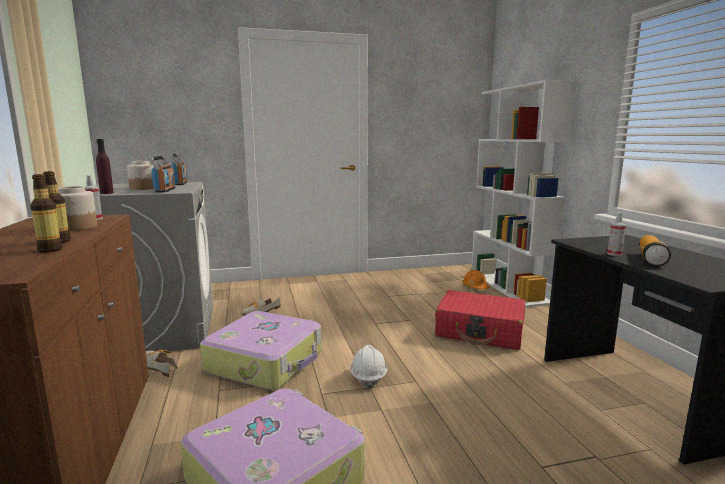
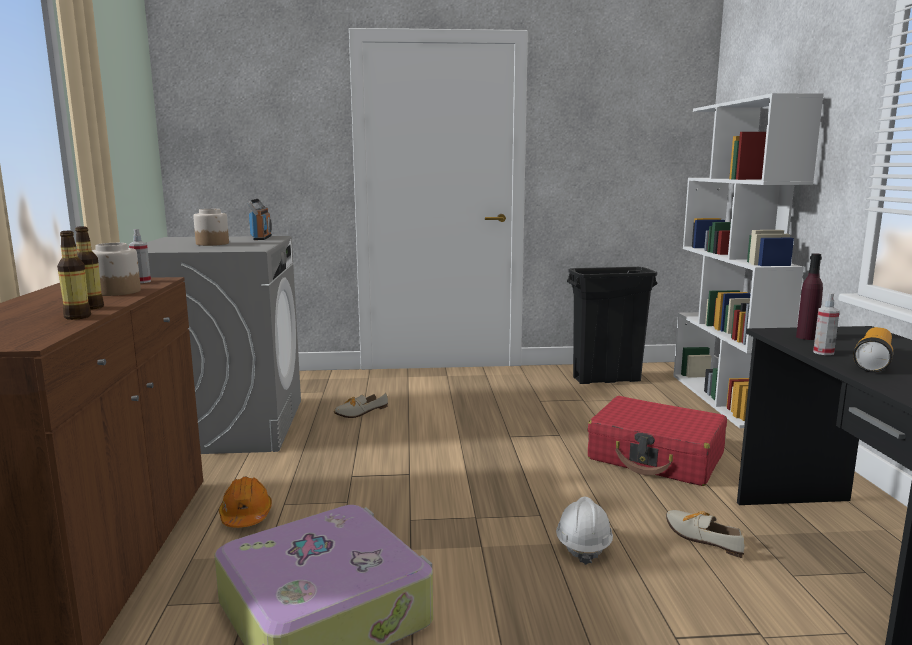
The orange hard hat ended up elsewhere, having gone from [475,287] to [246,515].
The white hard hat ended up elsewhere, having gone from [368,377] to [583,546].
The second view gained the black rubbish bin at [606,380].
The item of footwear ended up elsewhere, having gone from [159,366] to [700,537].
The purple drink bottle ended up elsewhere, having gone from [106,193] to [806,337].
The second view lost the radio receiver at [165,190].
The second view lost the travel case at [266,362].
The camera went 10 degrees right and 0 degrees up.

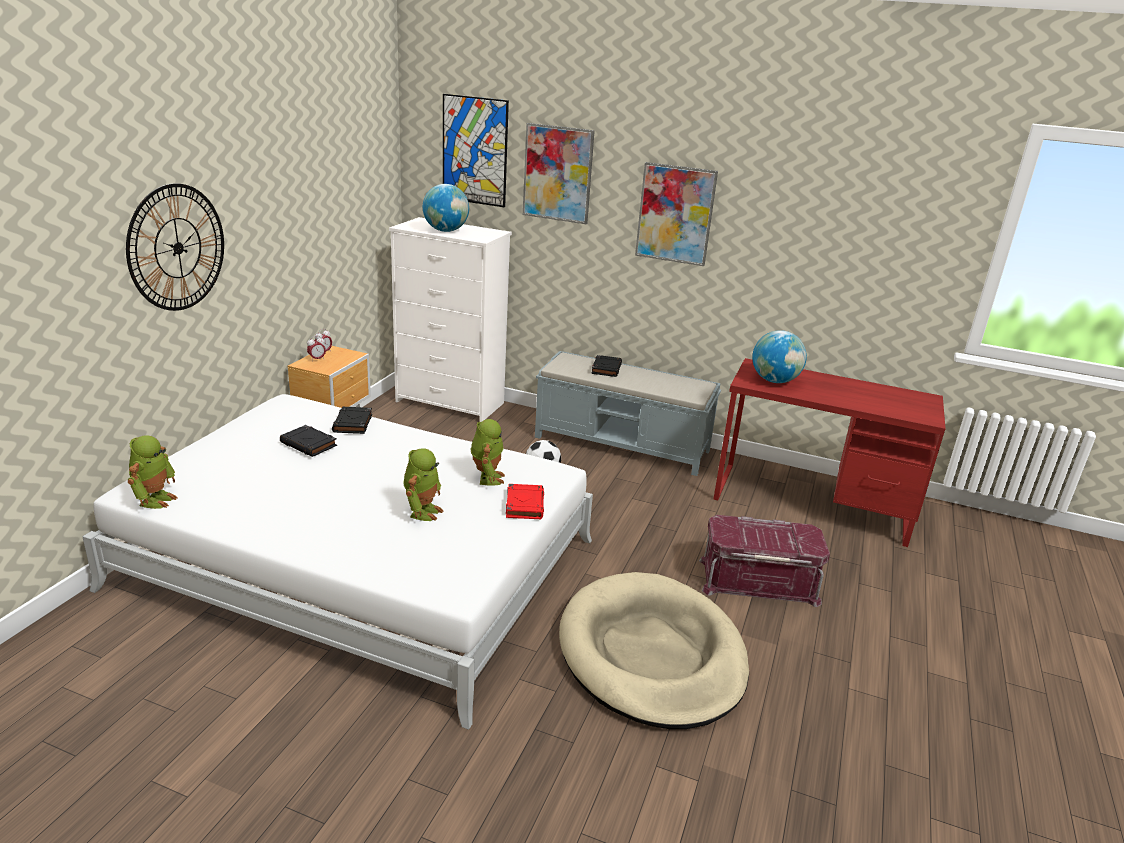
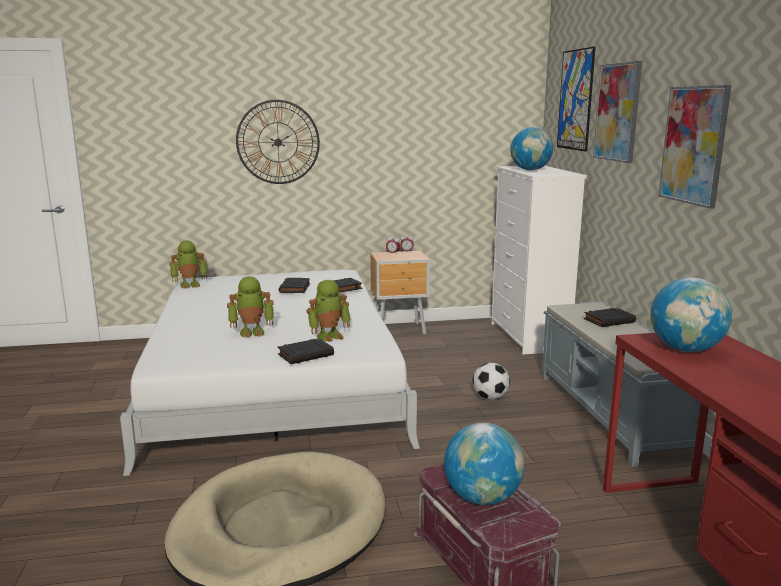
What was the red-coloured volume at [524,505] turned into the black volume at [306,355].
The second view gained the world globe at [482,498].
The camera went 60 degrees right and 10 degrees down.

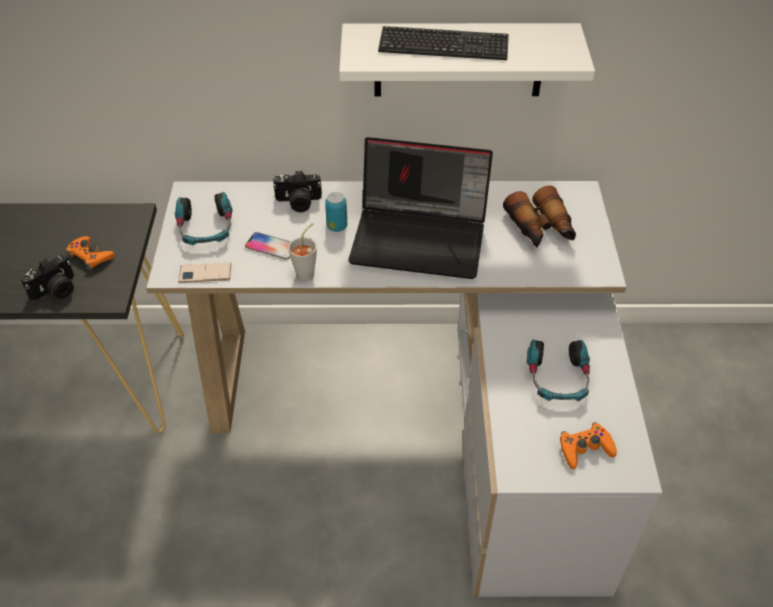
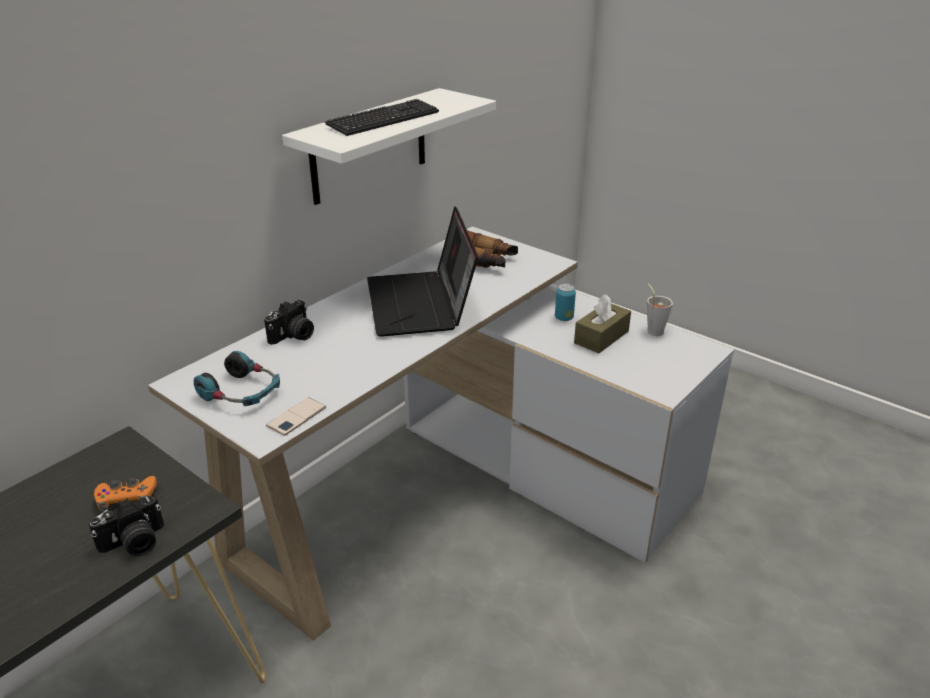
The still camera at [56,291] ended up facing another way, 60 degrees clockwise from before.
The portable computer at [421,237] ended up facing another way, 120 degrees clockwise from before.
The metal can ended up elsewhere, having gone from [337,226] to [564,318].
Where the headset stood at [557,378], the brown tissue holder came to stand at [601,337].
The greyish cup ended up elsewhere, having gone from [308,272] to [653,330].
The second view lost the telephone at [271,246].
The second view lost the orange gamepad at [585,449].
The camera went 50 degrees left and 15 degrees down.

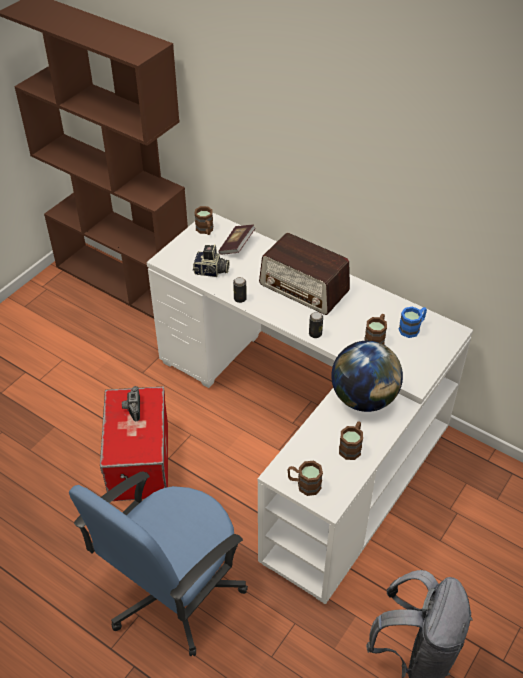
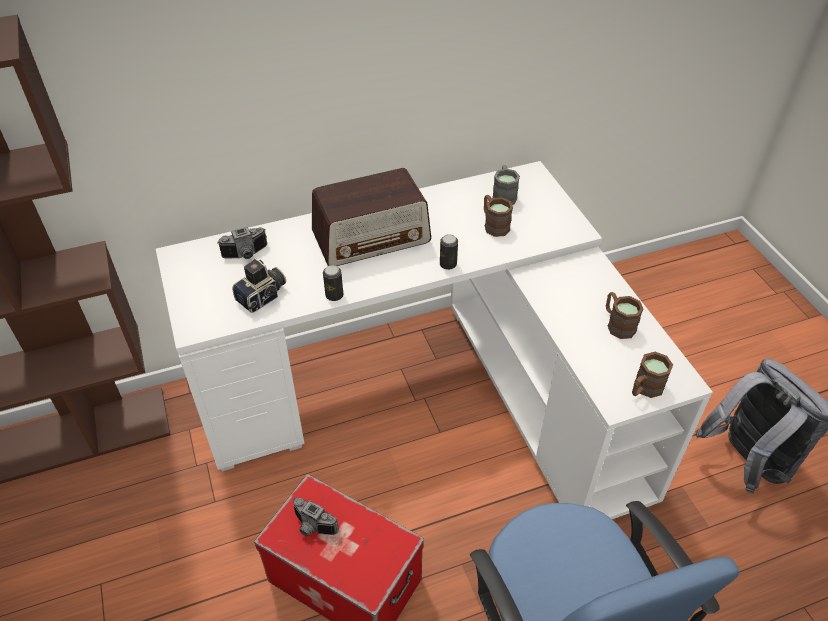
Where the volume stood at [237,246], the still camera came to stand at [246,255].
What was the blue-coloured tea mug at [412,328] turned into the greyish tea mug at [504,195].
The second view lost the brown tea mug at [205,230].
The second view lost the world globe at [363,398].
The camera went 55 degrees left and 0 degrees up.

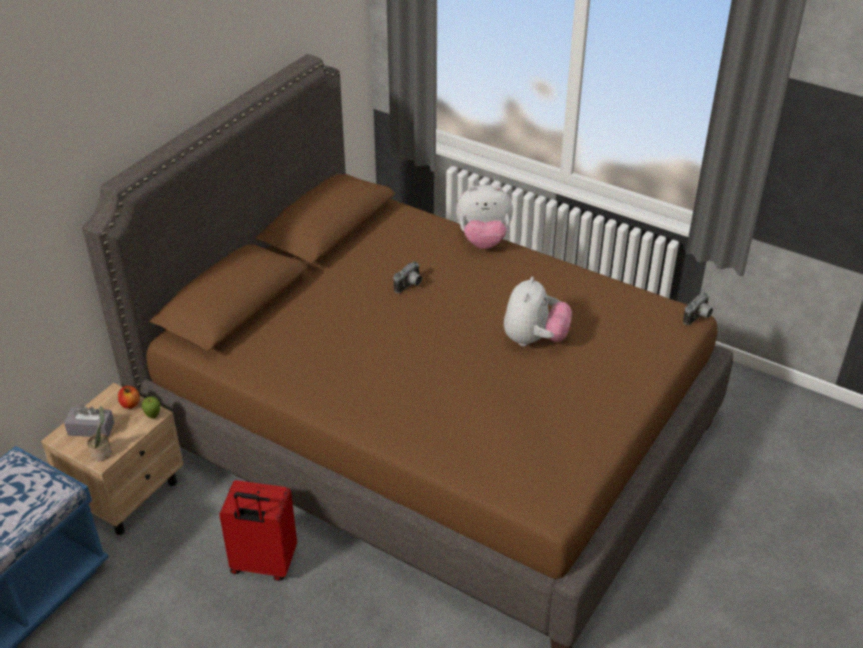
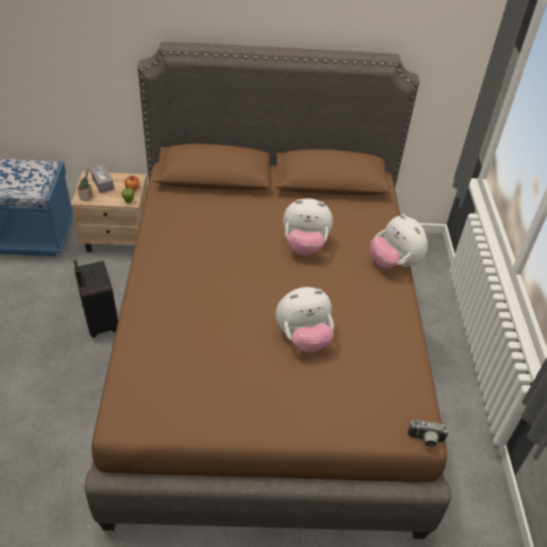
What was the red-coloured travel case at [263,564] turned into the black travel case at [100,323].
Where the still camera stood at [410,286], the cuddly toy came to stand at [305,245].
The camera went 55 degrees right and 5 degrees up.

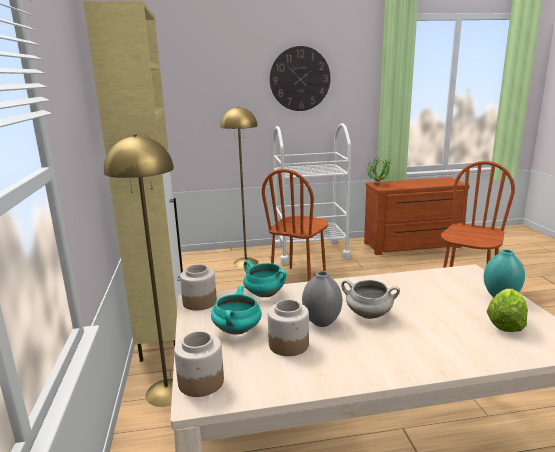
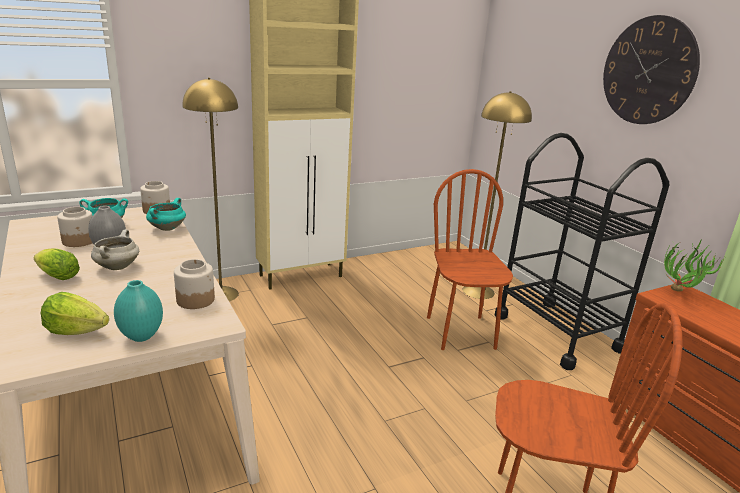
The second view gained the lettuce head at [56,276].
The preserve jar ended up elsewhere, having gone from [200,382] to [195,300].
The brown upright chair at [299,279] ended up facing another way, 75 degrees clockwise from before.
What was the white wheeled cart at [310,252] turned into the black wheeled cart at [557,332].
The camera went 70 degrees right and 5 degrees up.

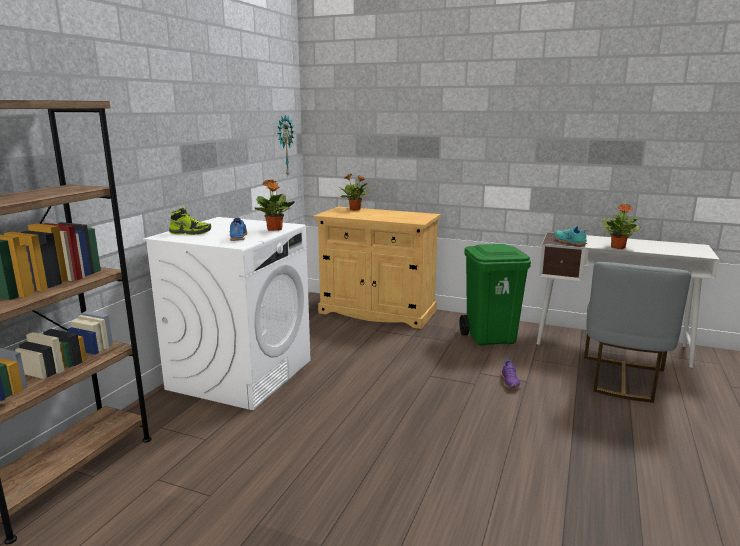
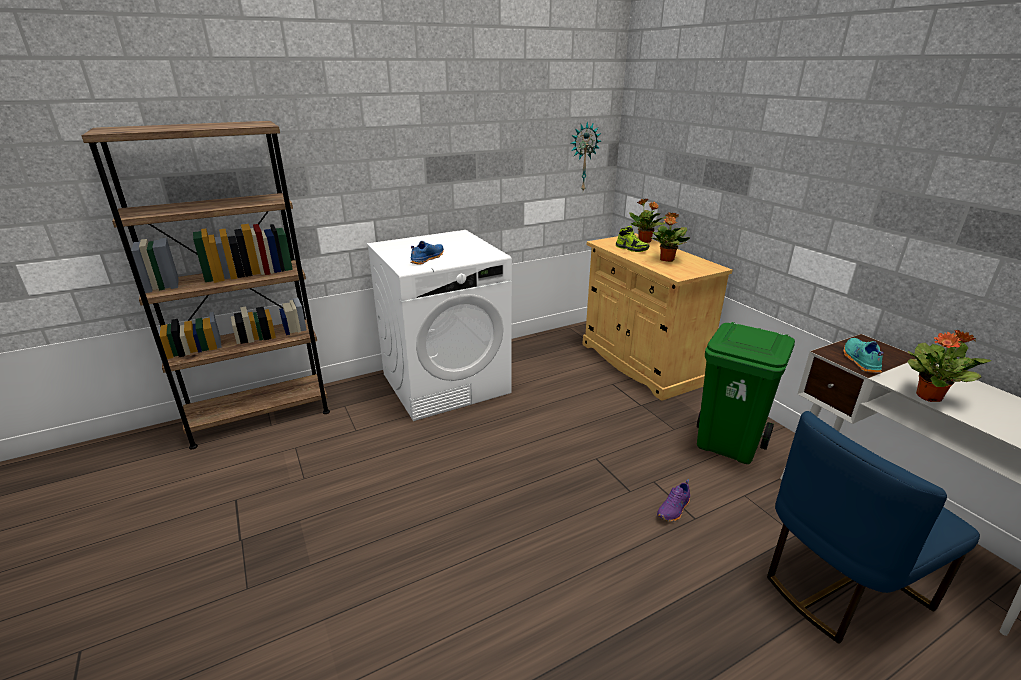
The item of footwear ended up elsewhere, having gone from [190,233] to [631,249].
The plant in a pot ended up elsewhere, having gone from [274,229] to [666,260].
What was the greyish upright chair at [622,379] turned into the blue-coloured upright chair at [838,585].
The camera went 40 degrees right and 10 degrees up.

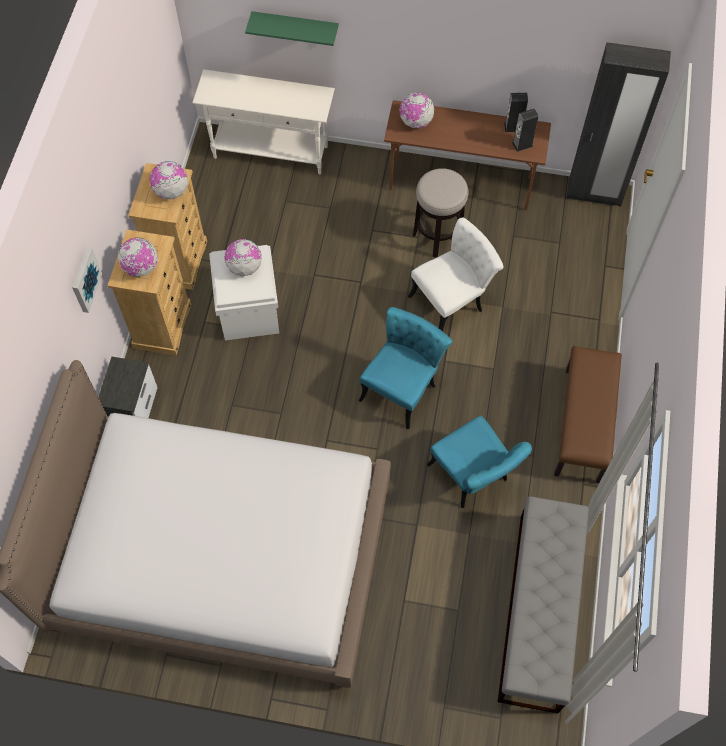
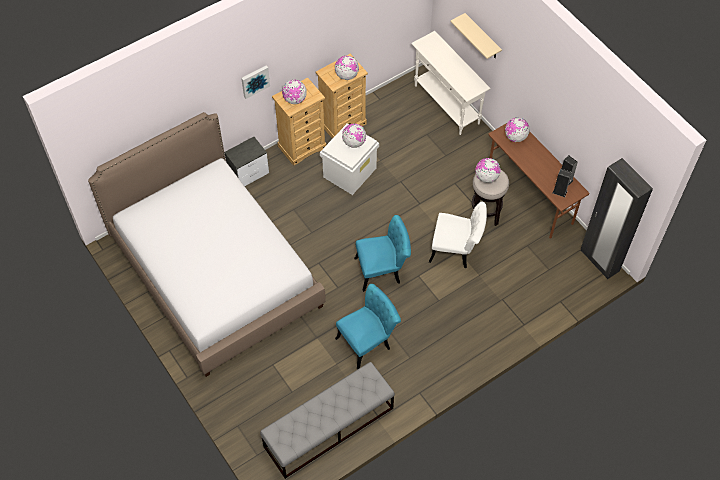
The turquoise-coloured upright chair at [473,478] ended up facing another way, 135 degrees counterclockwise from before.
What was the greenish wall shelf at [295,27] turned into the sand-coloured wall shelf at [482,37].
The second view gained the world globe at [486,177].
The second view lost the brown indoor bench at [583,426].
The camera went 45 degrees right and 5 degrees down.

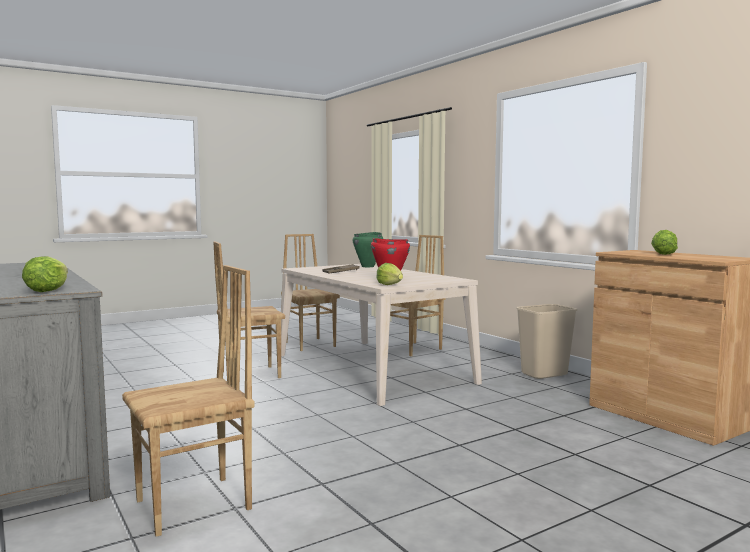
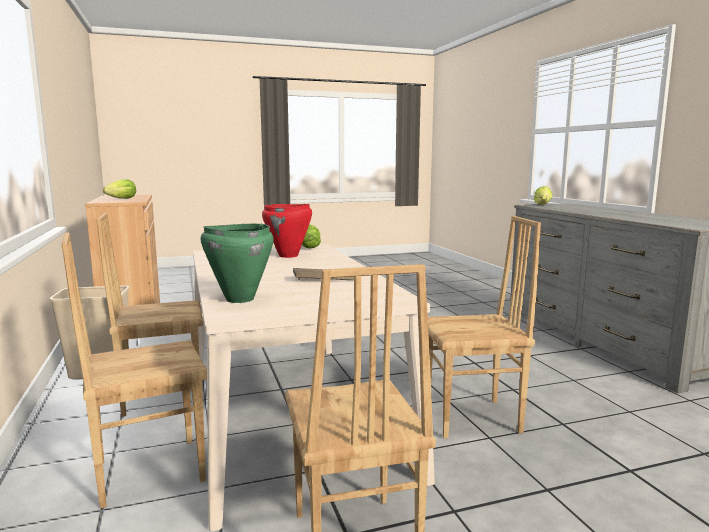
The brown upright chair ended up elsewhere, having gone from [195,505] to [162,396].
The camera went 165 degrees left and 5 degrees up.

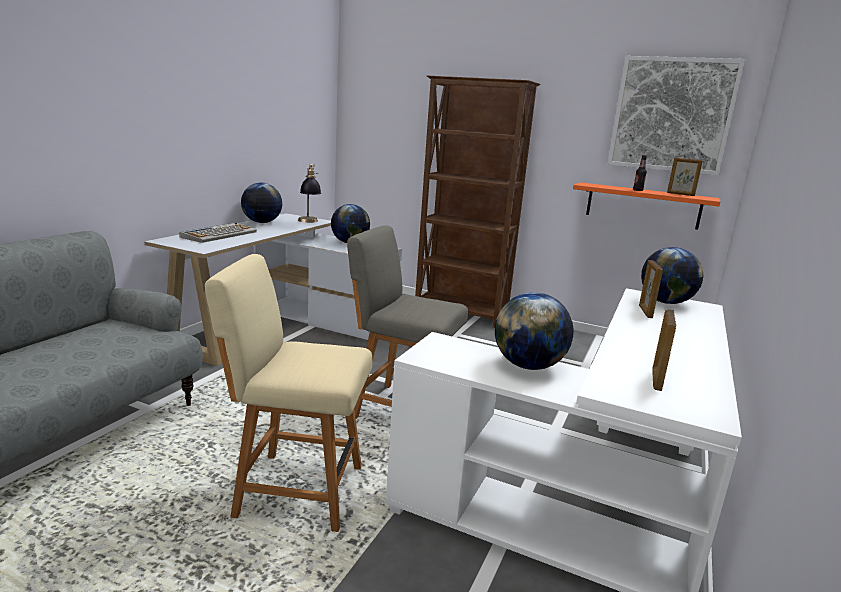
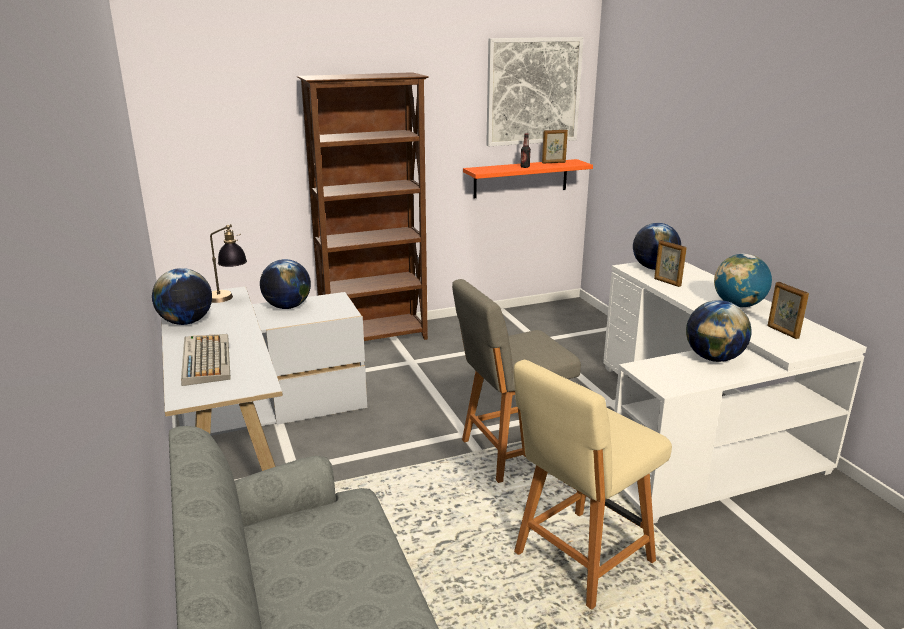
The second view gained the world globe at [738,305].
The camera went 45 degrees left and 5 degrees up.

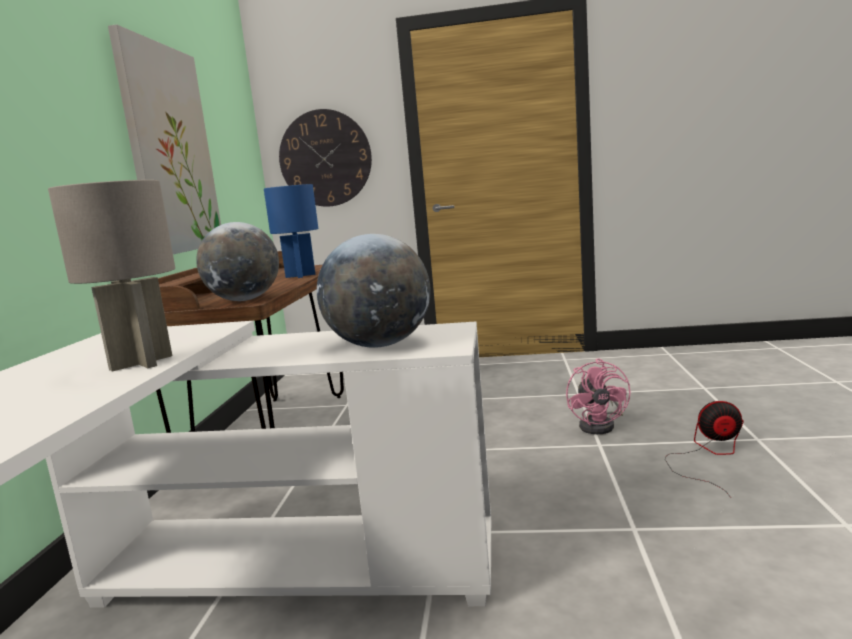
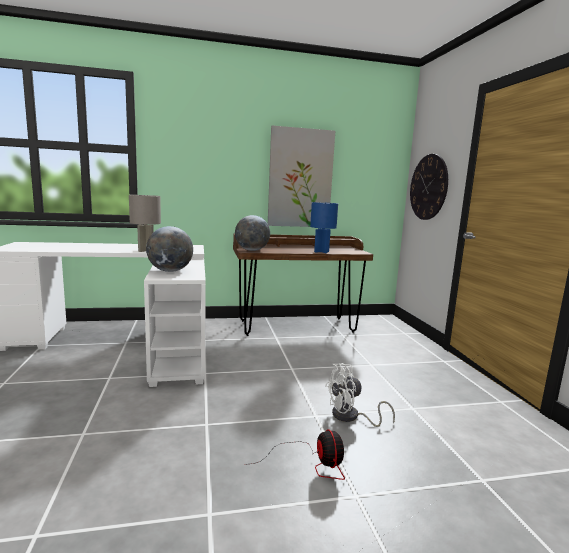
What was the pinkish cooling fan at [601,425] turned into the white cooling fan at [351,417].
The camera went 70 degrees right and 0 degrees up.

